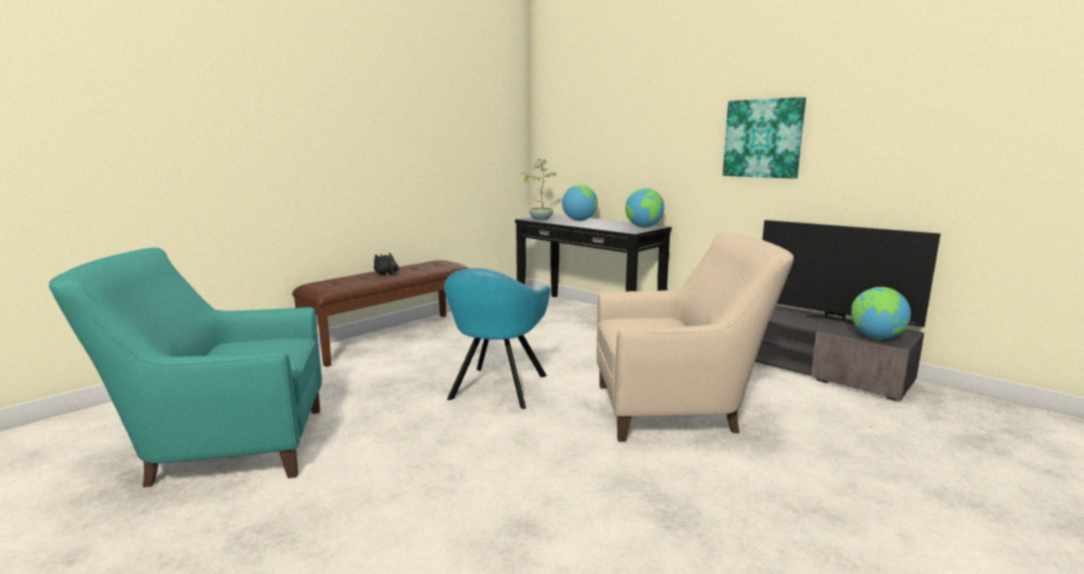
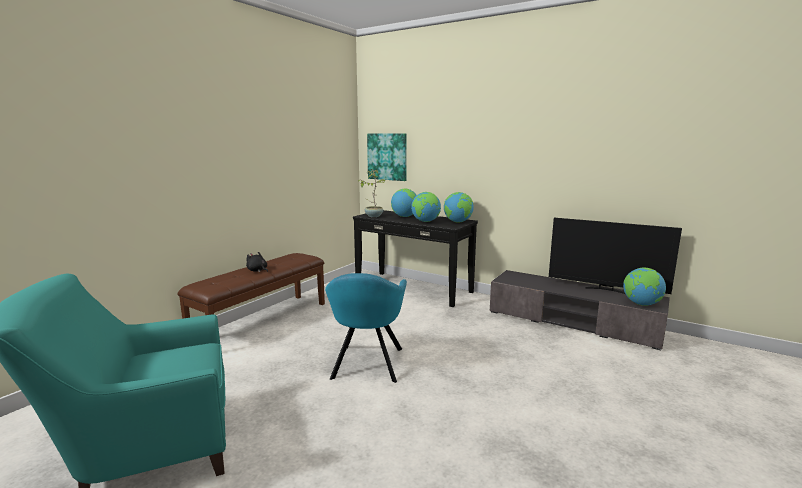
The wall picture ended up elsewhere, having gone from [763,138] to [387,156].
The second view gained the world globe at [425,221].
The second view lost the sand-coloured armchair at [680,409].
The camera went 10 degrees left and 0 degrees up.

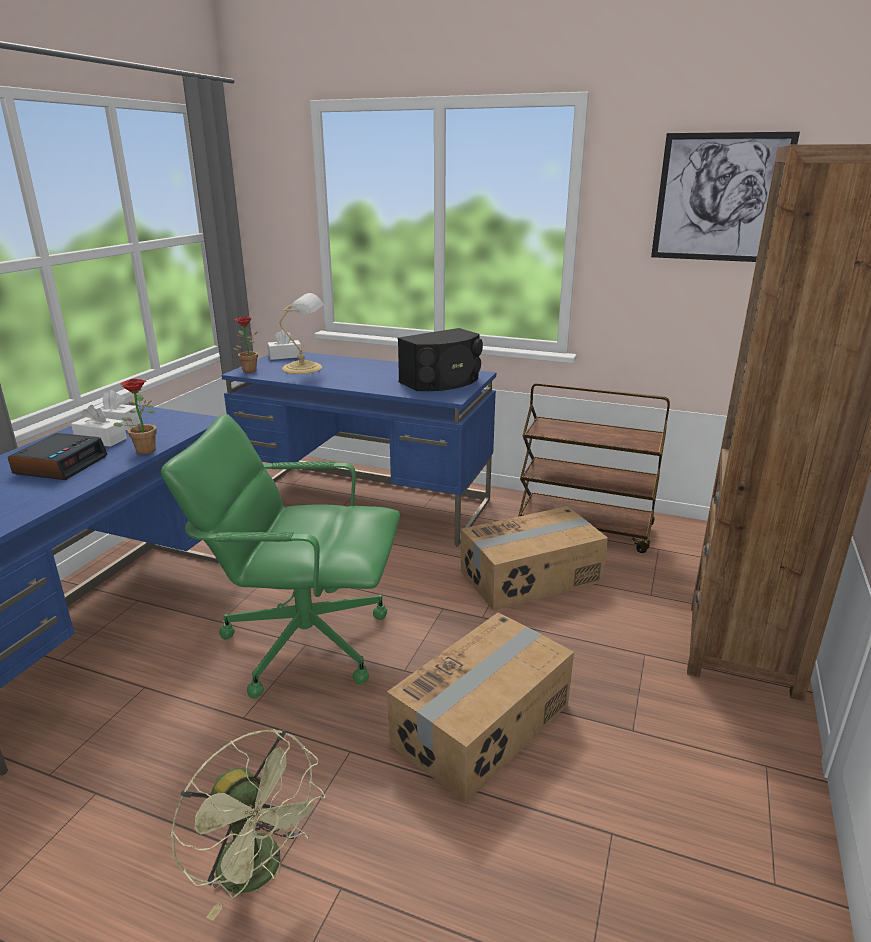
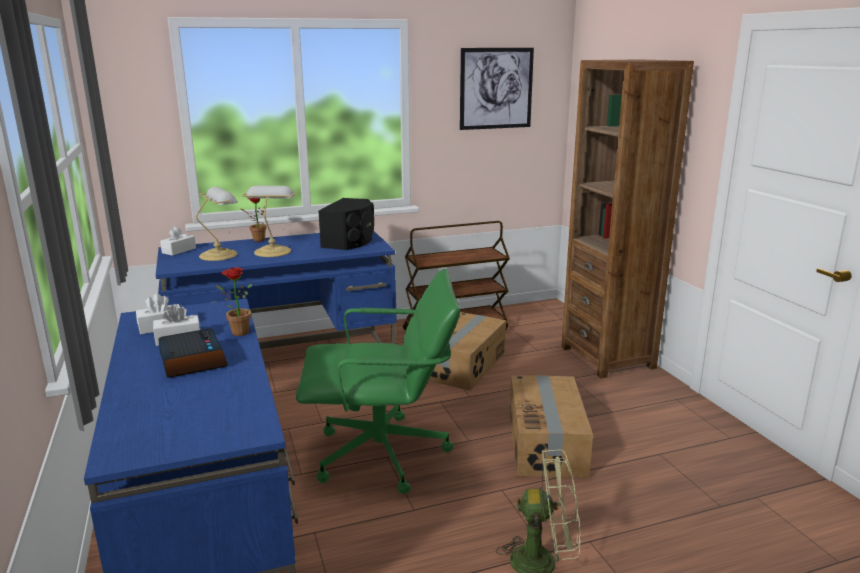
The plant in a pot ended up elsewhere, having gone from [248,370] to [256,240].
The second view gained the lamp for a table at [273,251].
The greenish computer chair at [304,641] ended up facing another way, 150 degrees counterclockwise from before.
The camera went 40 degrees left and 5 degrees down.

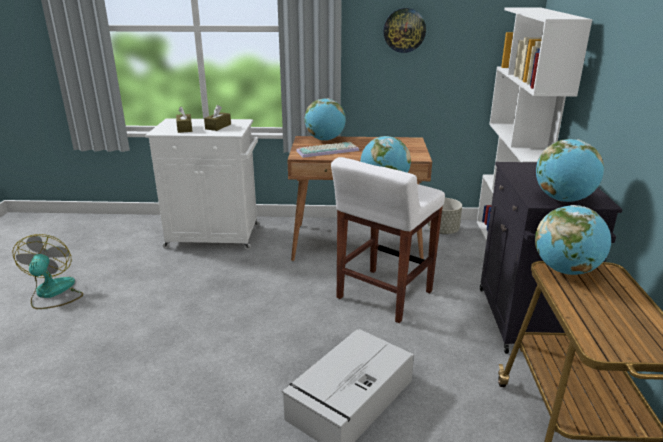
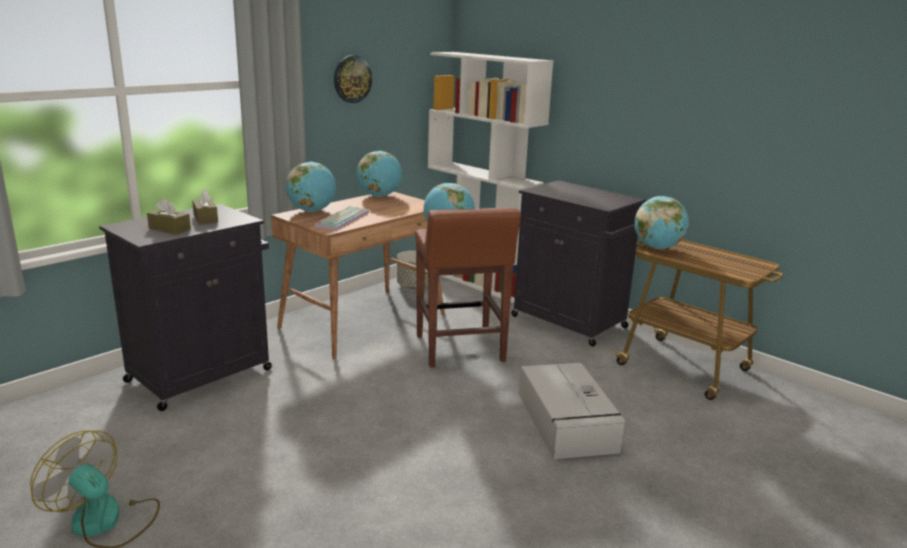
What was the white cupboard at [215,236] turned into the black cupboard at [202,374].
The world globe ended up elsewhere, having gone from [563,200] to [379,196].
What was the white stool seat at [383,295] turned into the brown stool seat at [459,349].
The camera went 50 degrees left and 5 degrees down.

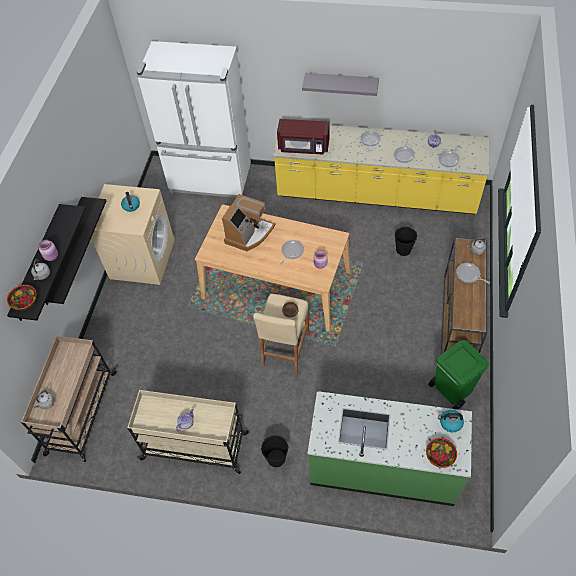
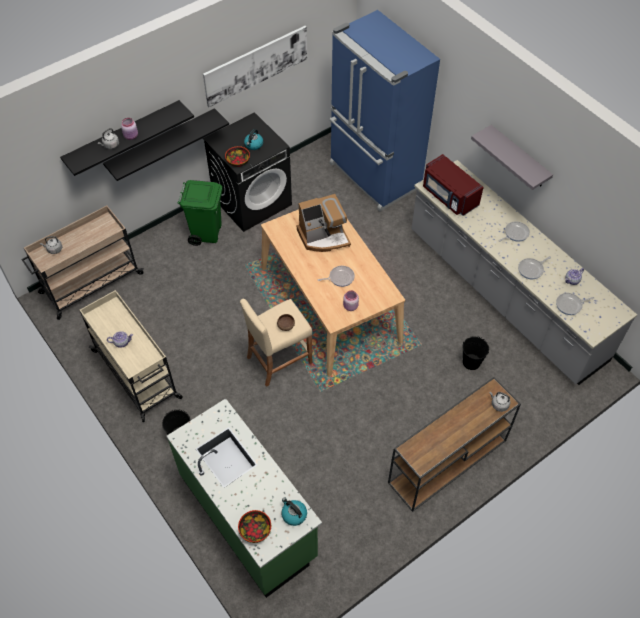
The greenish rubbish bin ended up elsewhere, having gone from [451,391] to [206,233].
The second view gained the wall picture at [256,65].
What was the sand-coloured washing machine at [142,259] turned into the black washing machine at [252,201].
The serving bowl ended up elsewhere, having gone from [25,302] to [238,161].
What was the white refrigerator at [210,181] turned into the blue-coloured refrigerator at [373,176].
What was the yellow counter at [376,194] turned into the greyish counter at [504,295].
The second view lost the pan at [469,275].
The camera went 40 degrees right and 0 degrees up.

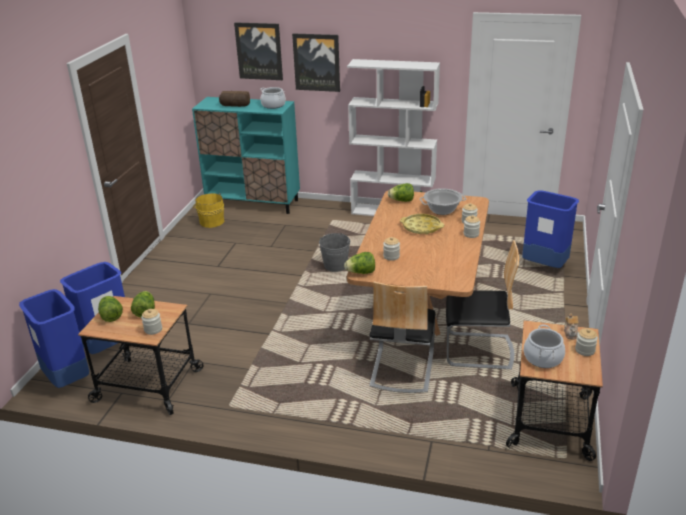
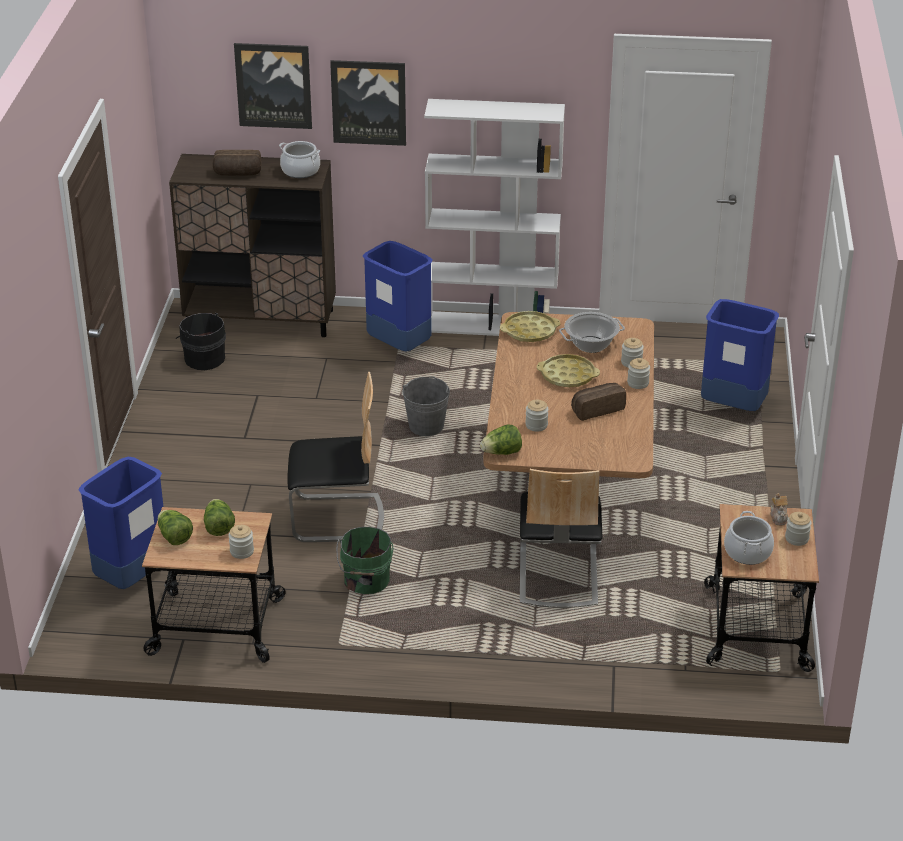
What was the turquoise-coloured cupboard at [254,203] turned into the brown cupboard at [261,320].
What was the yellow water bucket at [211,221] turned into the black water bucket at [203,358].
The upright chair ended up elsewhere, having gone from [478,351] to [337,518].
The second view gained the greenish water bucket at [366,581].
The blue-coloured rubbish bin ended up elsewhere, having gone from [68,379] to [399,346].
Where the lettuce head stood at [402,201], the yellow serving tray came to stand at [530,331].
The second view gained the bread at [597,409].
The camera went 10 degrees left and 5 degrees up.

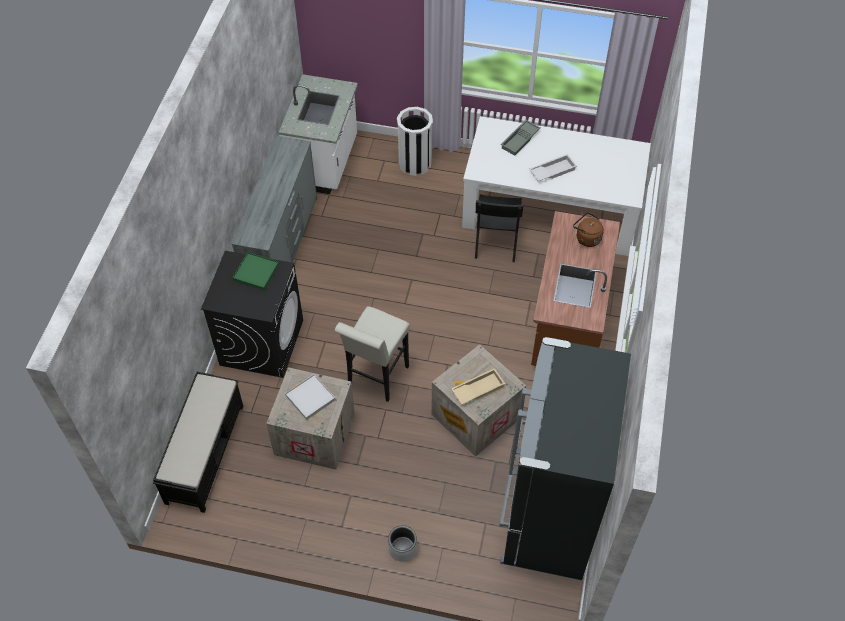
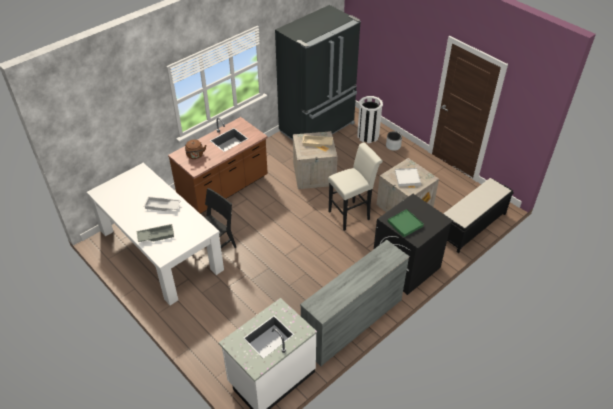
The white rubbish bin ended up elsewhere, having gone from [415,163] to [368,136].
The camera went 145 degrees left and 10 degrees down.

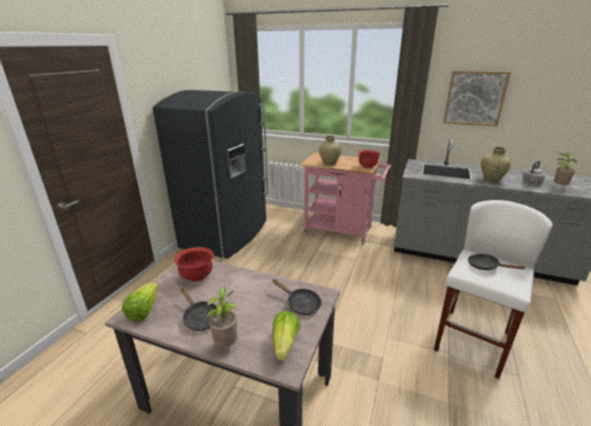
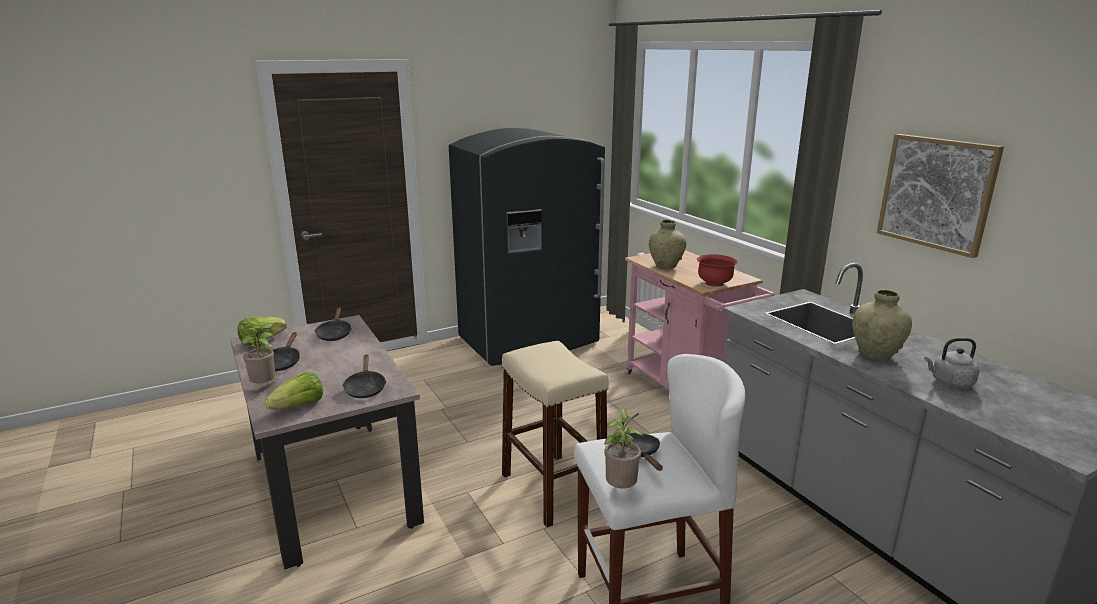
Where the red-coloured serving bowl stood at [197,276], the black pan came to stand at [334,334].
The second view gained the sand-coloured stool seat at [553,489].
The plant in a pot ended up elsewhere, having gone from [558,187] to [621,489].
The camera went 40 degrees right and 5 degrees down.

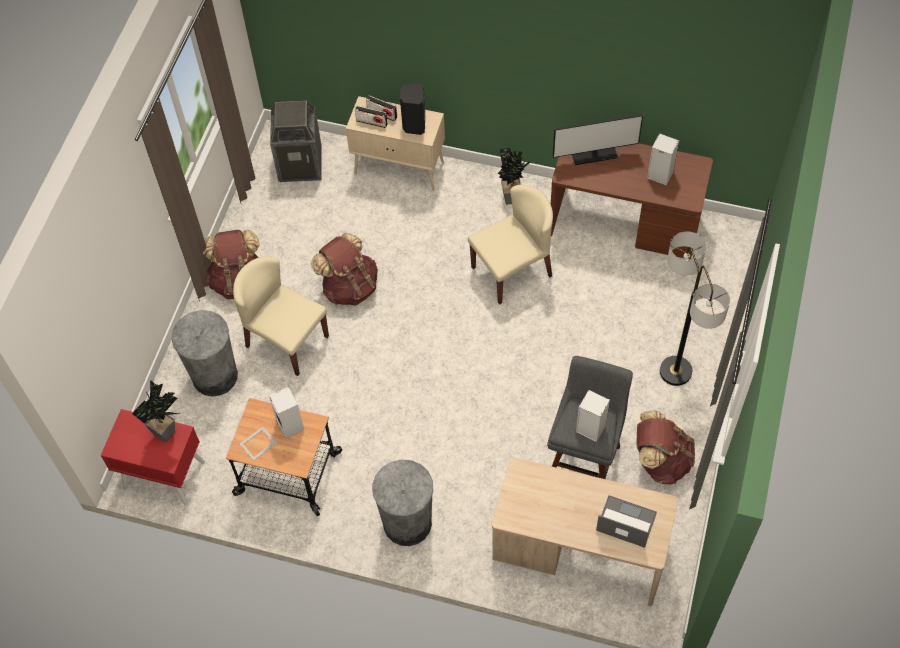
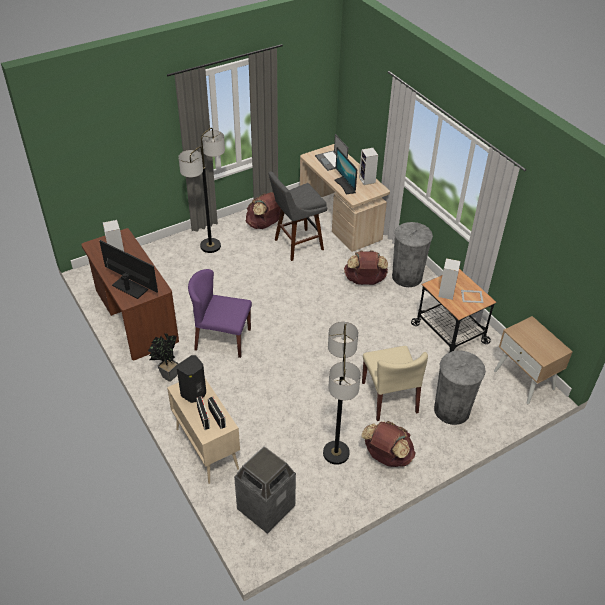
What was the sand-coloured upright chair at [512,271] turned into the purple upright chair at [222,339].
The second view gained the standard lamp at [336,453].
The second view gained the computer screen at [345,186].
The brown knapsack ended up elsewhere, having gone from [349,287] to [364,281].
The speaker ended up elsewhere, having gone from [589,428] to [367,180].
What was the red-coloured nightstand at [163,475] turned into the sand-coloured nightstand at [524,380].
The second view lost the plant in a pot at [168,431].
The camera went 140 degrees left and 15 degrees down.

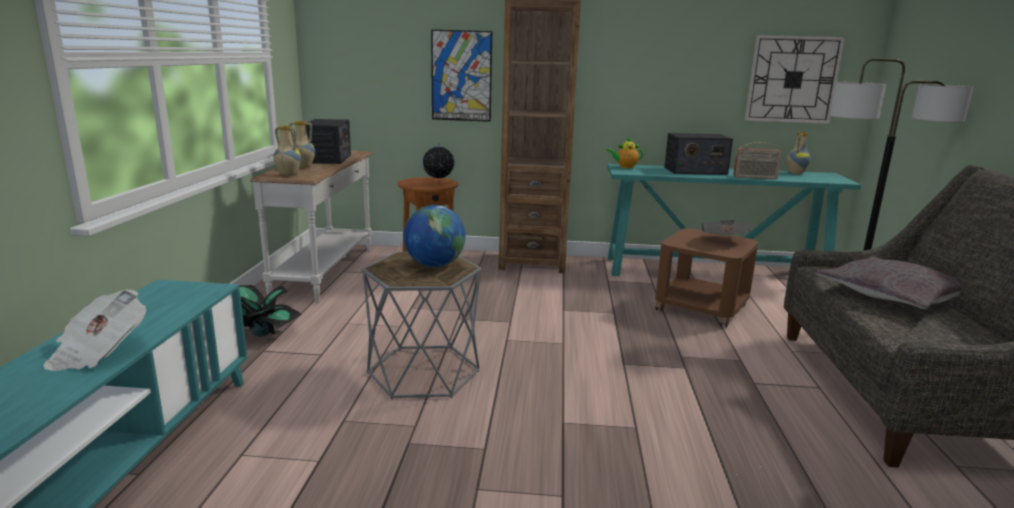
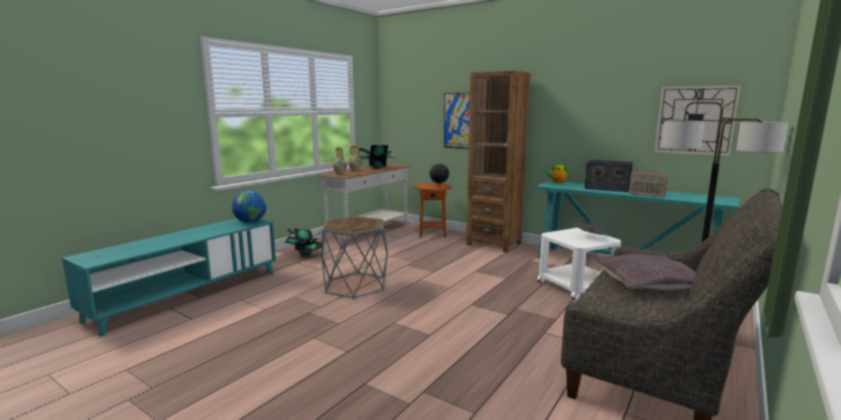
The world globe ended up elsewhere, having gone from [434,265] to [250,222].
Where the radio receiver stood at [328,158], the plant in a pot came to stand at [377,168].
What was the brown end table at [701,307] turned into the white end table at [576,286].
The second view lost the daily paper at [99,353].
The second view lost the decorative vase at [795,173].
The camera went 30 degrees right and 5 degrees down.

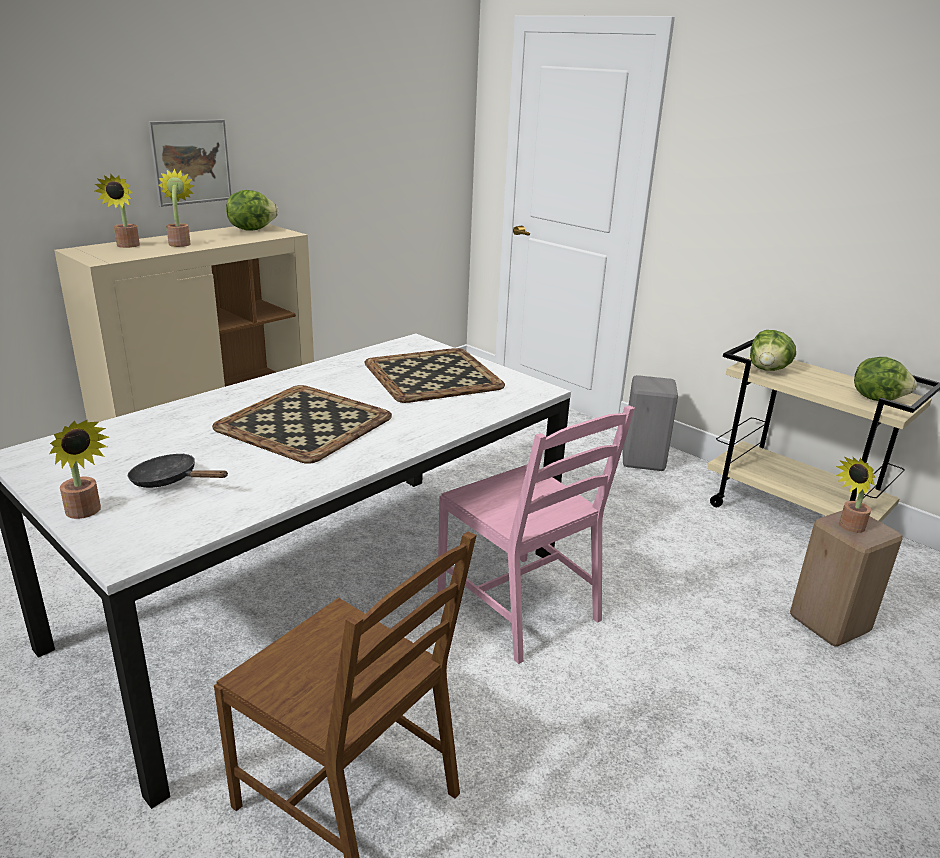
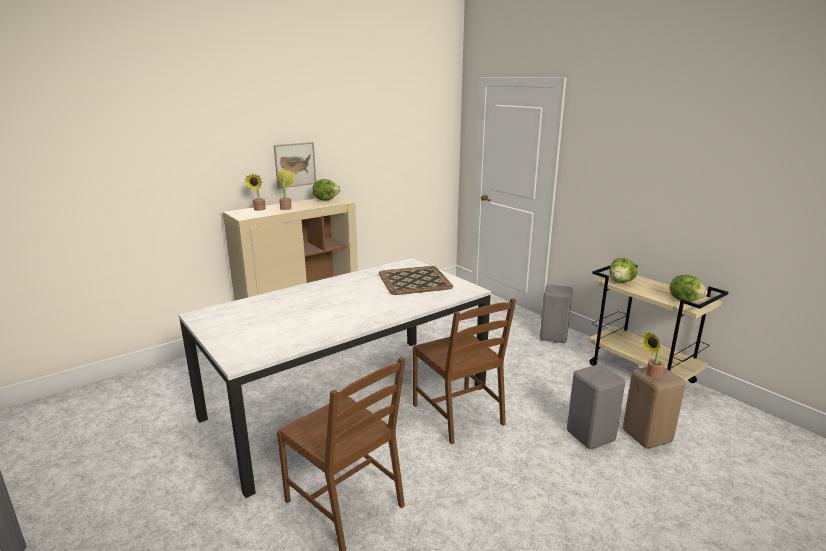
What was the pinkish upright chair at [521,607] turned into the brown upright chair at [459,414].
The second view gained the greyish stool seat at [589,435].
The second view lost the plant in a pot at [86,513].
The second view lost the black pan at [170,481].
The second view lost the serving tray at [304,424].
The camera went 10 degrees right and 5 degrees down.

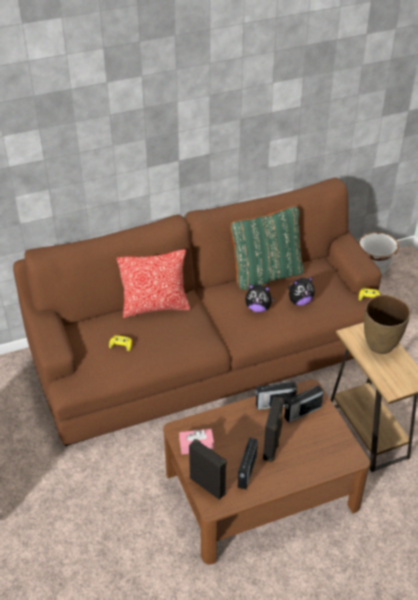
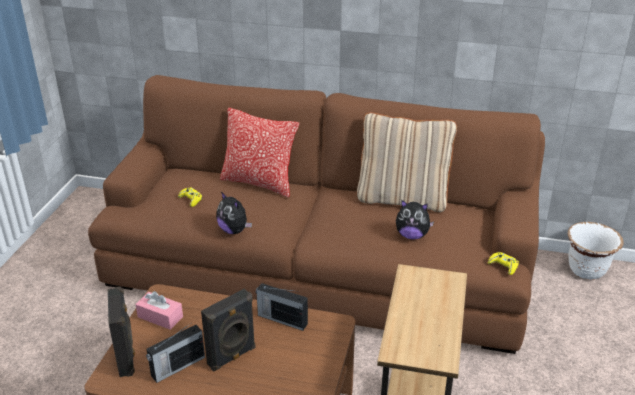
The cuddly toy ended up elsewhere, having gone from [258,308] to [234,230].
What was the greenish pillow at [266,274] turned into the sand-coloured pillow at [402,199].
The second view lost the radio receiver at [302,412].
The second view lost the brown decorative vase at [380,345].
The camera went 35 degrees right and 10 degrees down.

